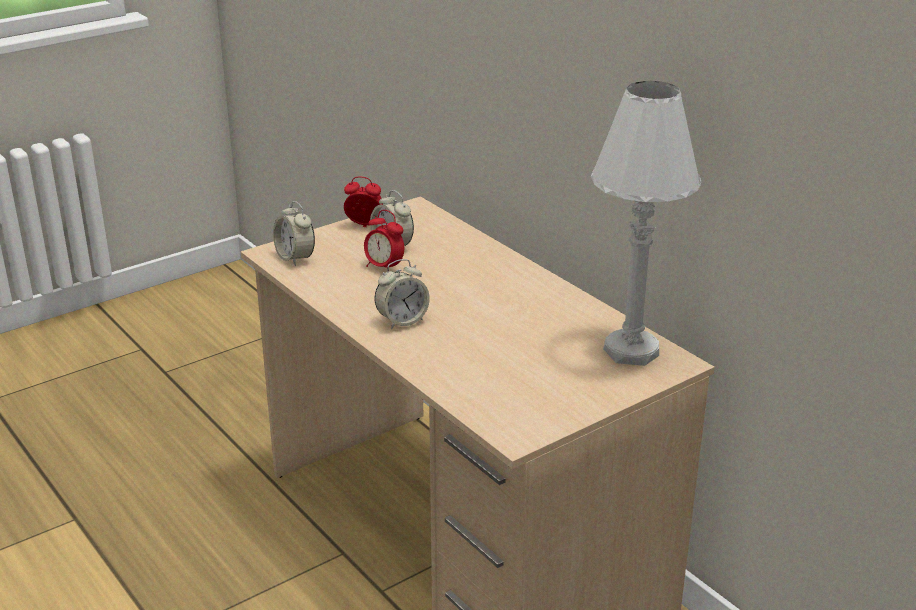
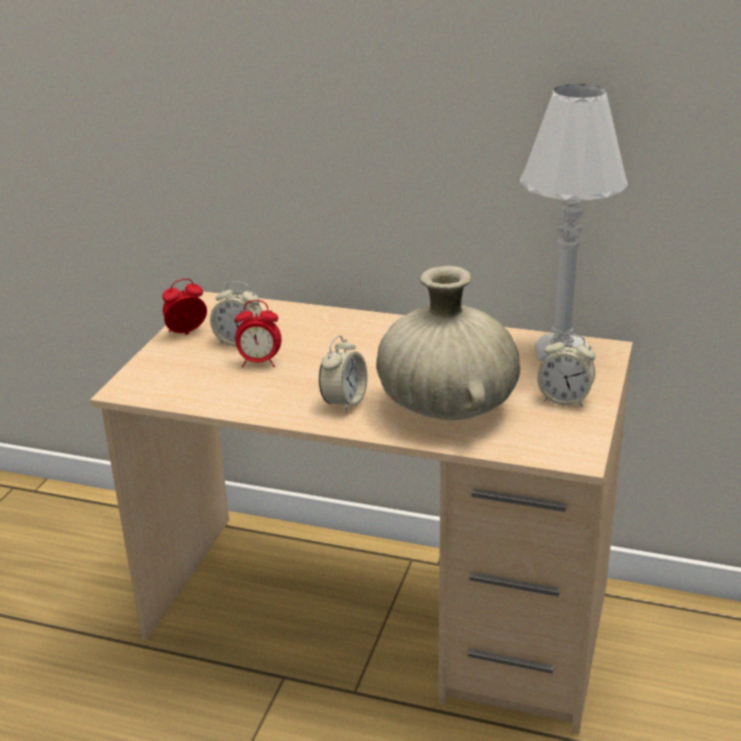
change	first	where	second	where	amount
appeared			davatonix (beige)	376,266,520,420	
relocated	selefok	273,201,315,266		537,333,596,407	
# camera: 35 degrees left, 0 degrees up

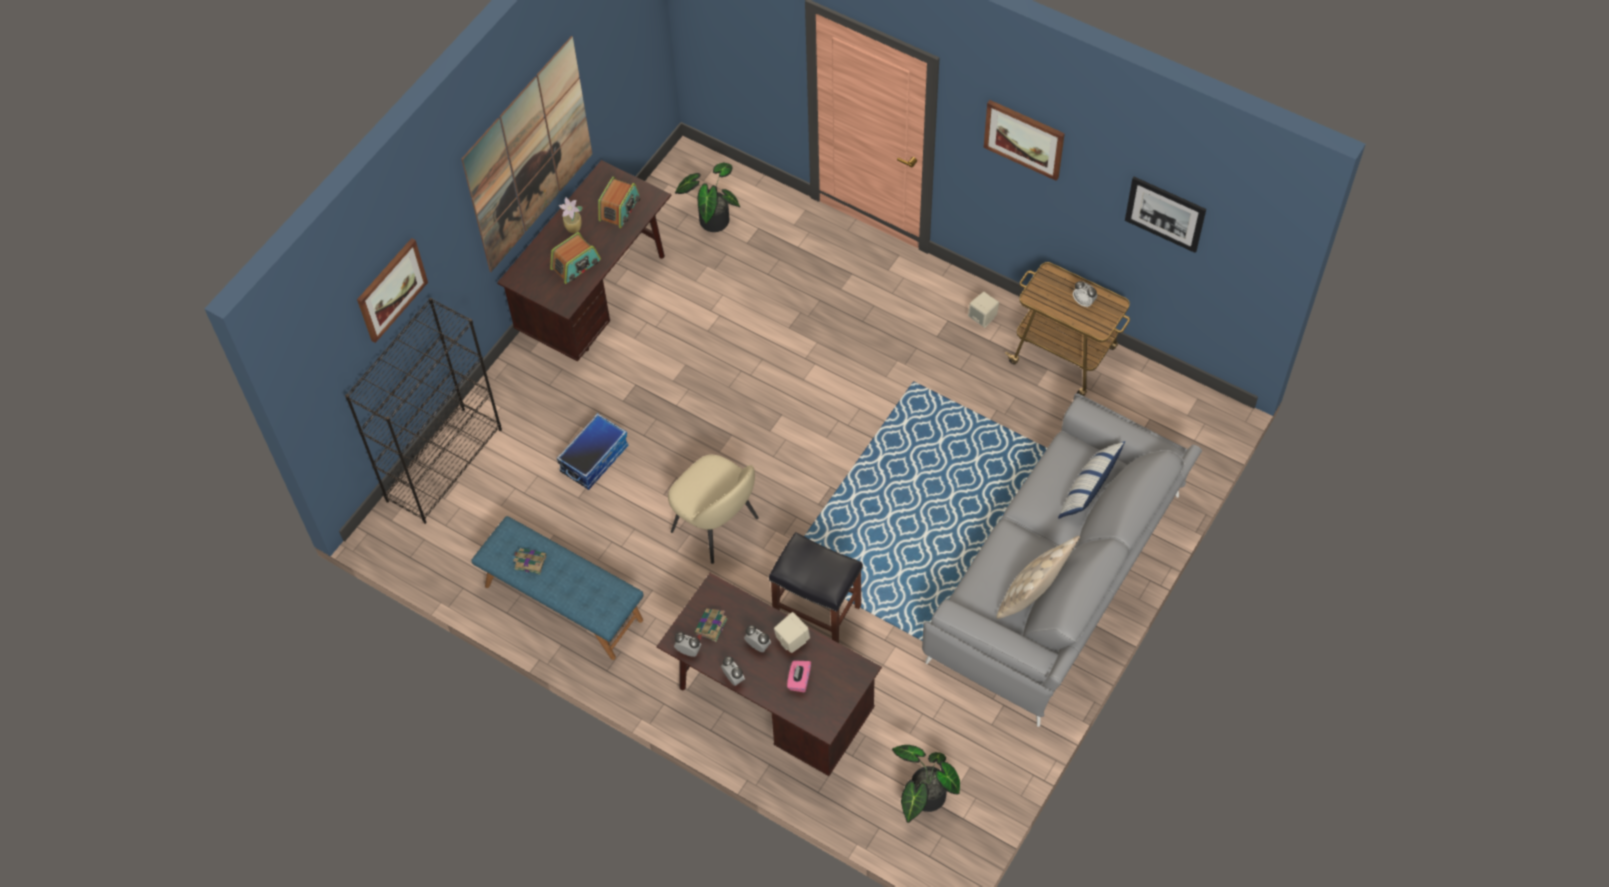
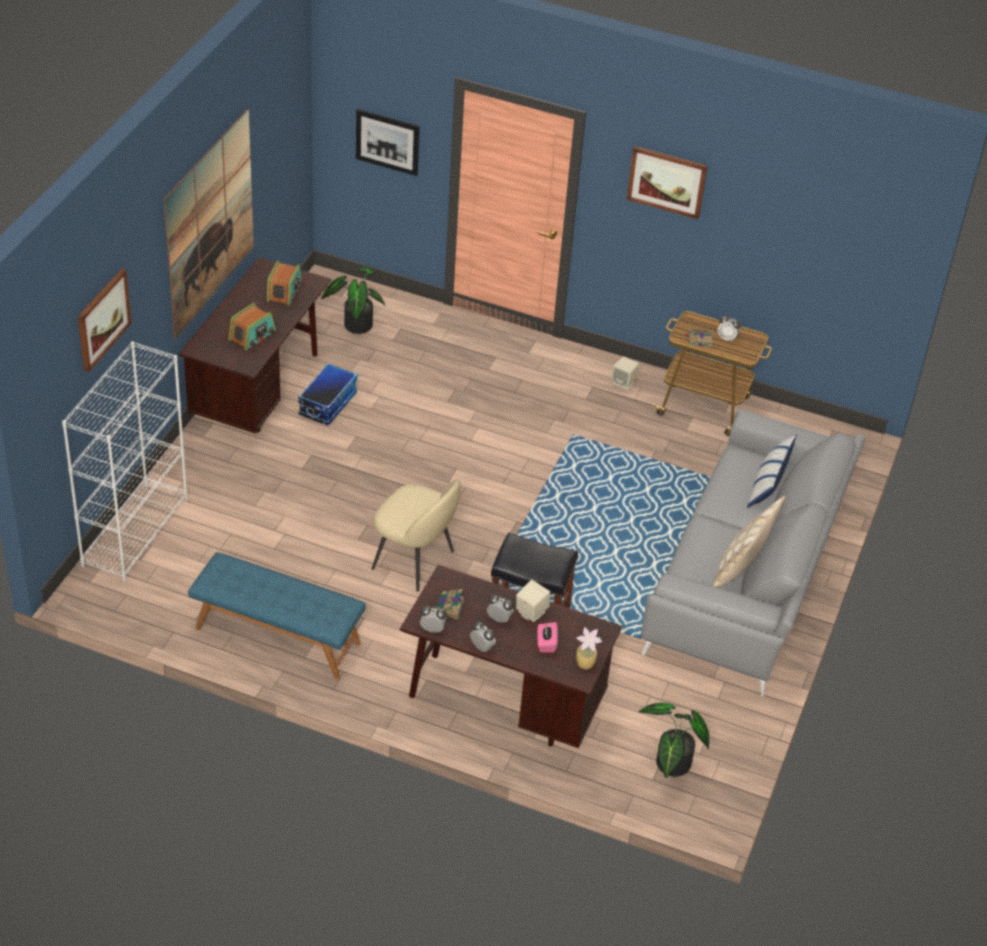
change	first	where	second	where	amount
colour	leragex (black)	345,298,502,524	leragex (white)	62,341,187,582	
relocated	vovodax	556,413,628,490		298,363,358,426	
relocated	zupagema	1125,177,1206,253		356,109,419,176	
relocated	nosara	559,197,583,233		576,627,603,669	
relocated	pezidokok	513,548,546,574		684,329,714,347	
# camera: 15 degrees left, 15 degrees down

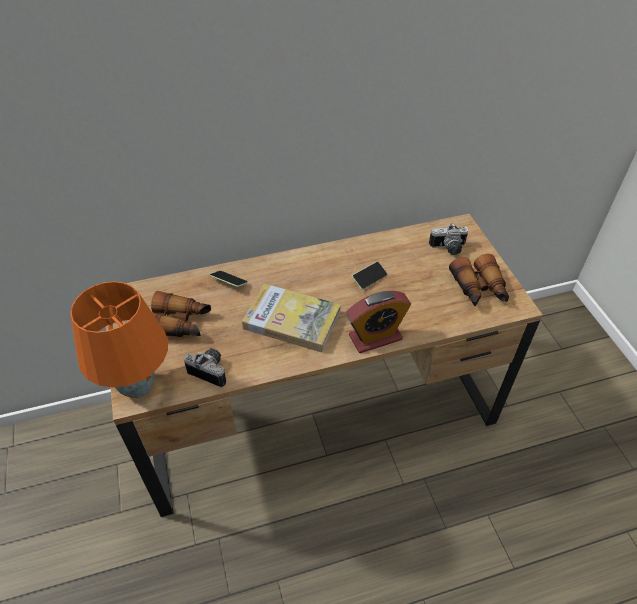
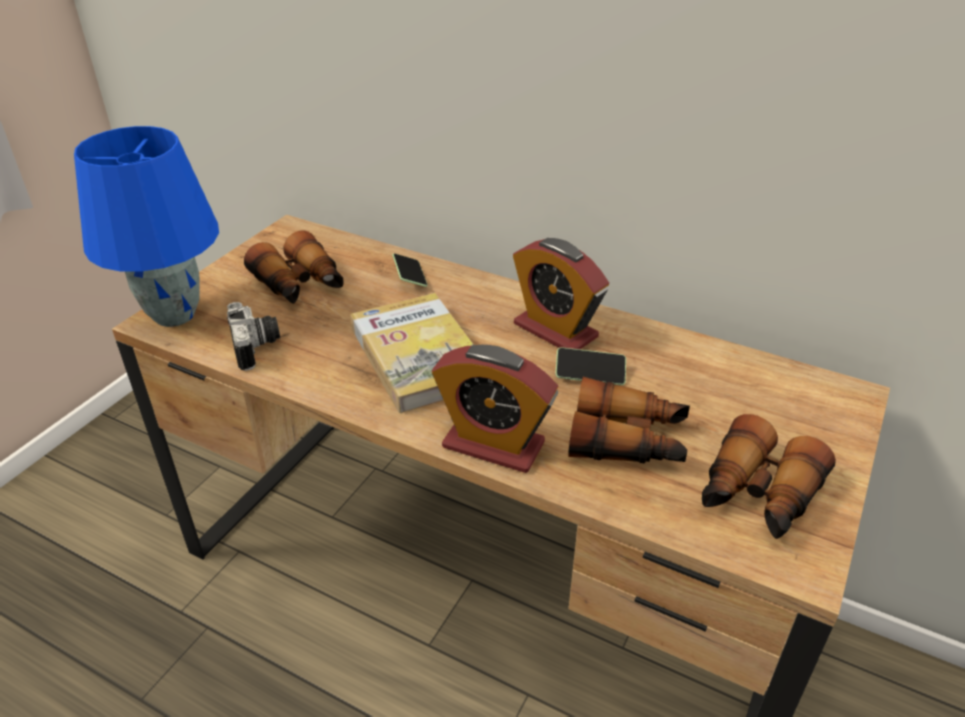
change	first	where	second	where	amount
colour	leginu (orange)	70,281,168,398	leginu (blue)	74,126,219,327	
appeared			selefok	513,238,609,349	
appeared			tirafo	568,377,690,463	
missing	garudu	429,223,468,255			
# camera: 45 degrees right, 10 degrees down

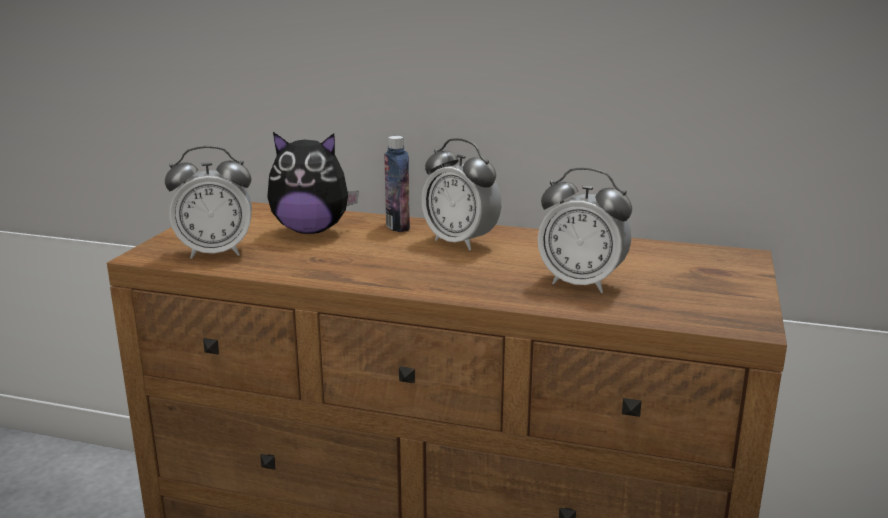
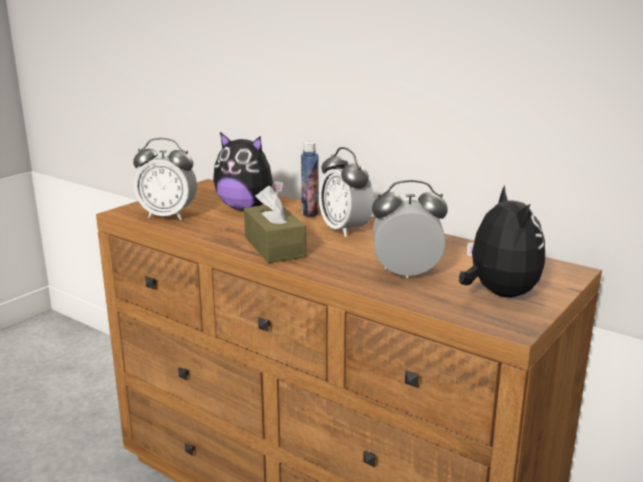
change	first	where	second	where	amount
appeared			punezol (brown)	244,186,306,263	
spun	selefok	538,167,632,293		372,180,448,278	135 degrees clockwise
appeared			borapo	459,185,545,298	
# camera: 20 degrees right, 0 degrees up

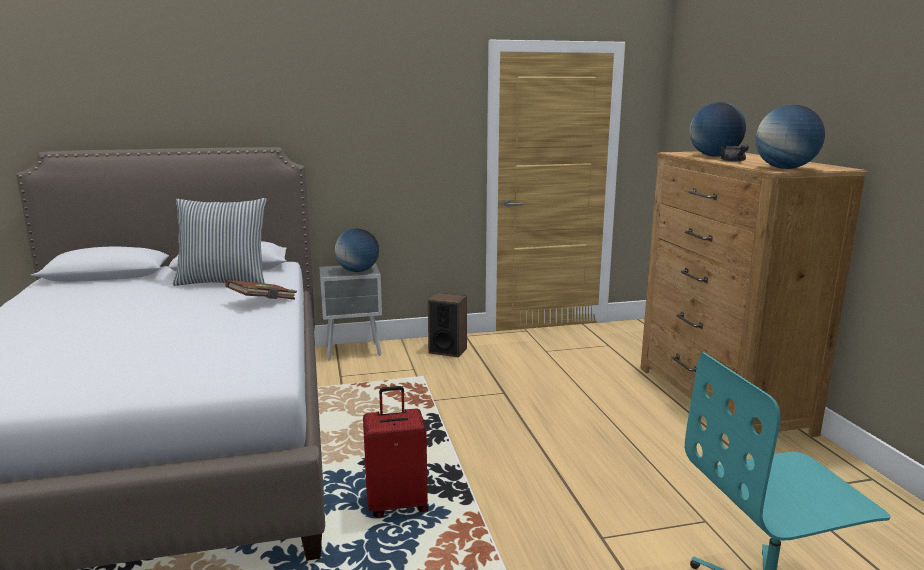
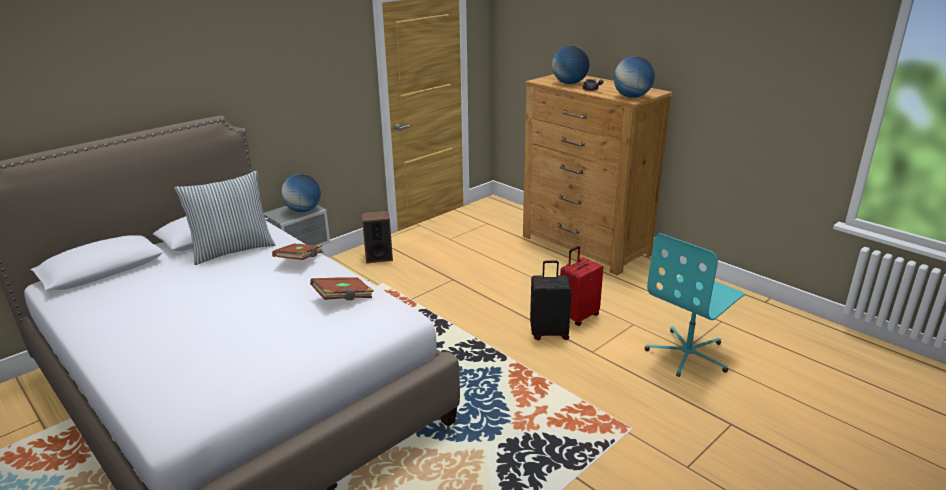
change	first	where	second	where	amount
appeared			pezidokok (brown)	310,277,374,300	
appeared			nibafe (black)	530,260,572,340	
relocated	nibafe (red)	363,386,429,517		560,246,603,326	
# camera: 30 degrees left, 10 degrees up

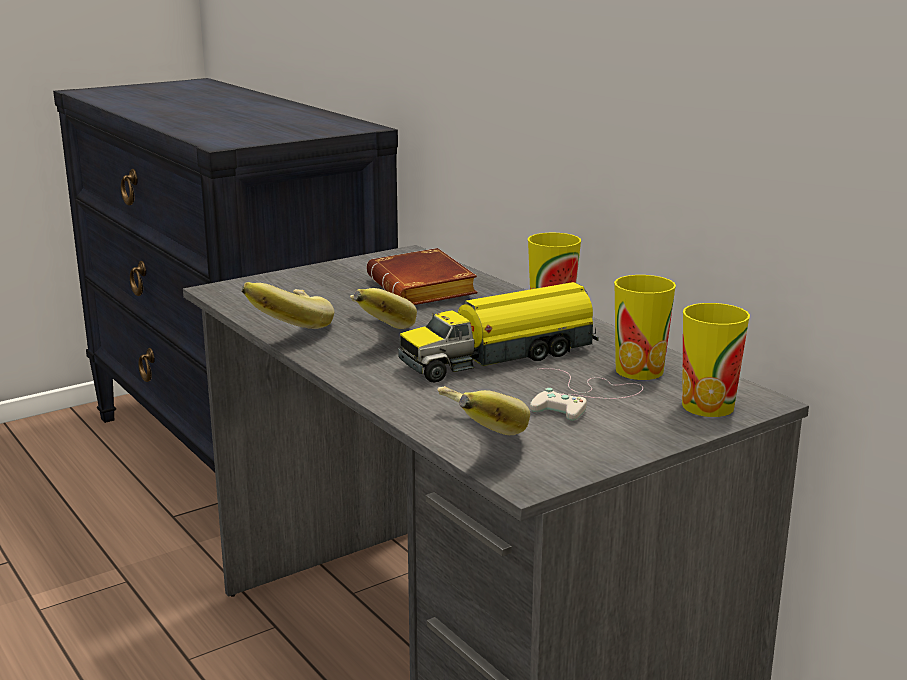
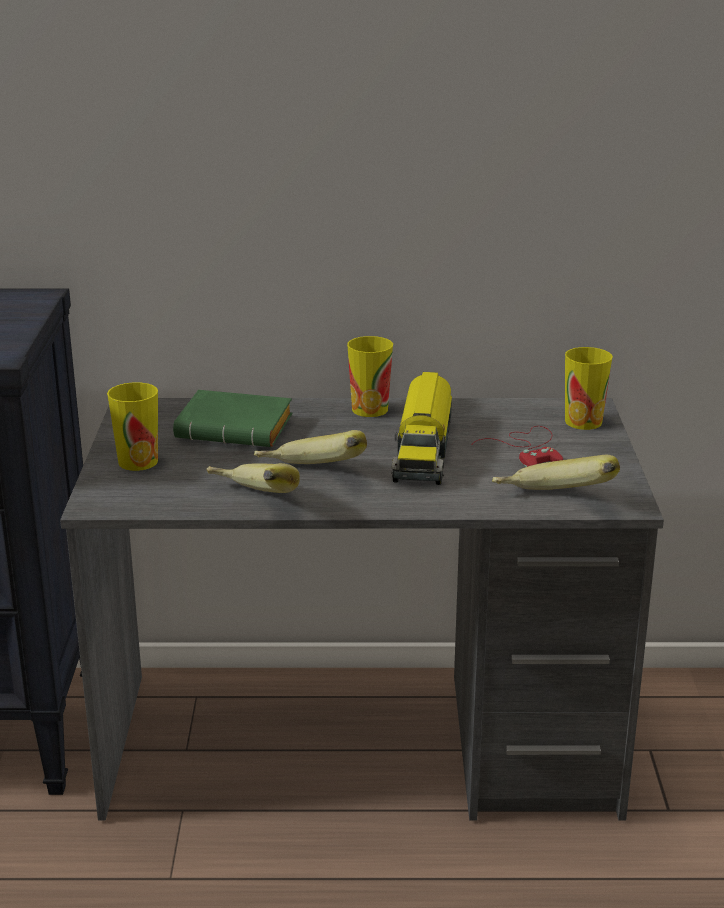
change	first	where	second	where	amount
relocated	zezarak	614,275,676,380		107,382,158,471	
colour	pezidokok (brown)	367,248,478,305	pezidokok (green)	173,390,292,447	
colour	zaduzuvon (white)	530,368,643,421	zaduzuvon (red)	471,426,563,467	
# camera: 55 degrees left, 5 degrees up

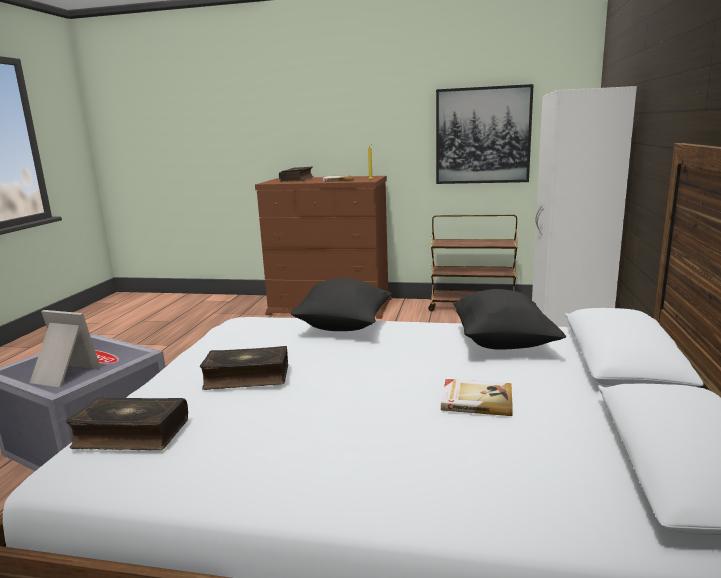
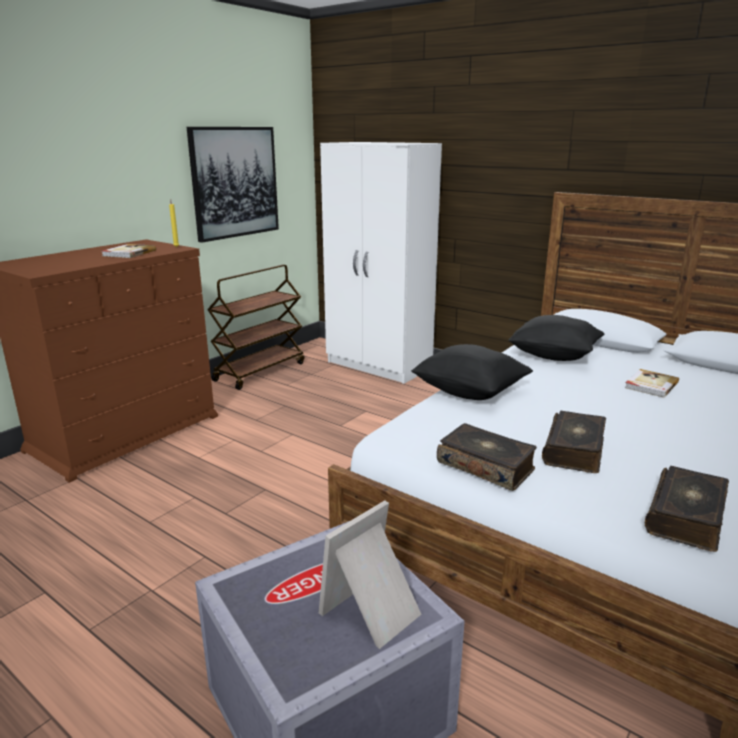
change	first	where	second	where	amount
relocated	pezidokok	279,167,314,182		437,423,537,491	
# camera: 65 degrees left, 5 degrees up

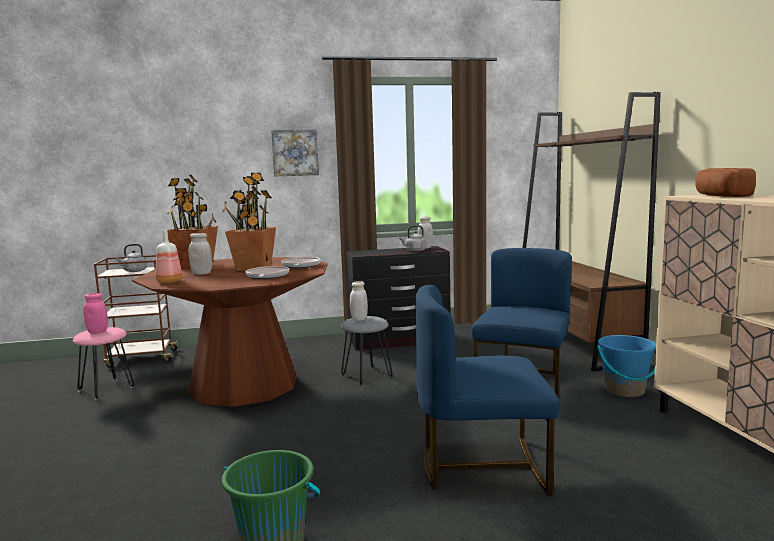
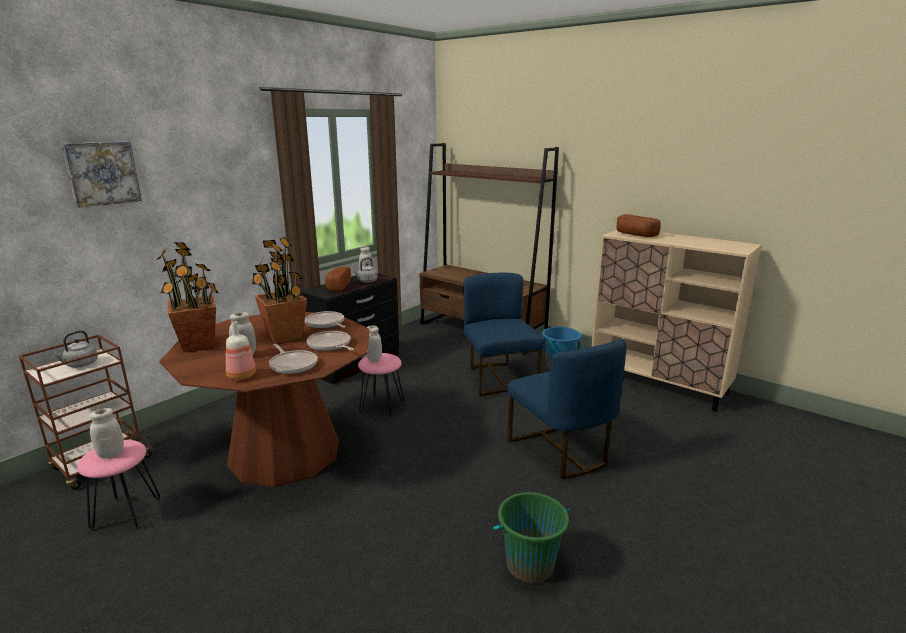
change	first	where	second	where	amount
relocated	zupagema	271,130,319,176		61,141,142,208	
colour	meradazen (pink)	83,293,108,334	meradazen (white)	89,408,124,459	
appeared			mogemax	269,344,318,374	
appeared			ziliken	325,267,351,292	
colour	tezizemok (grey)	341,316,393,386	tezizemok (pink)	358,353,404,418	
spun	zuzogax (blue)	415,285,559,496		507,339,627,479	75 degrees counterclockwise
# camera: 40 degrees left, 10 degrees up

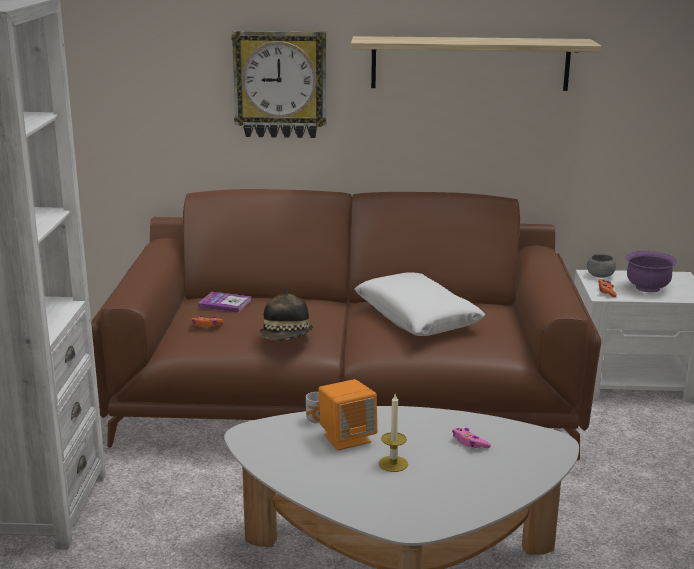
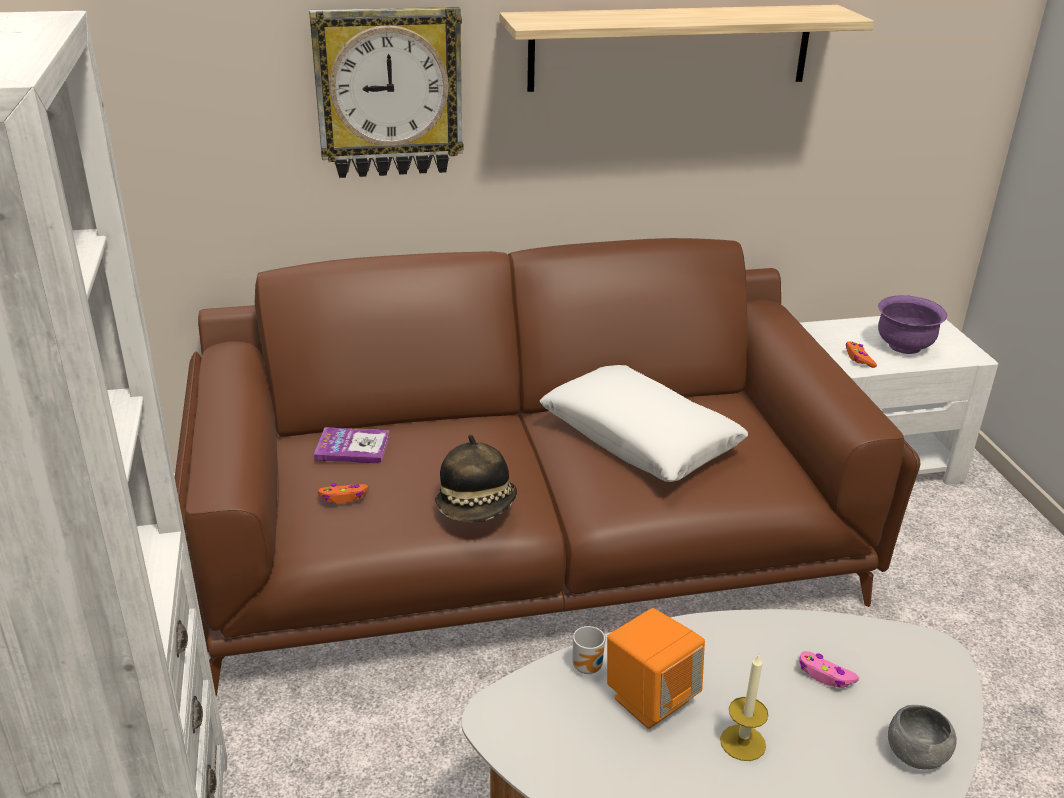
change	first	where	second	where	amount
relocated	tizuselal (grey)	587,254,616,278		888,705,957,769	
# camera: 15 degrees left, 10 degrees up

